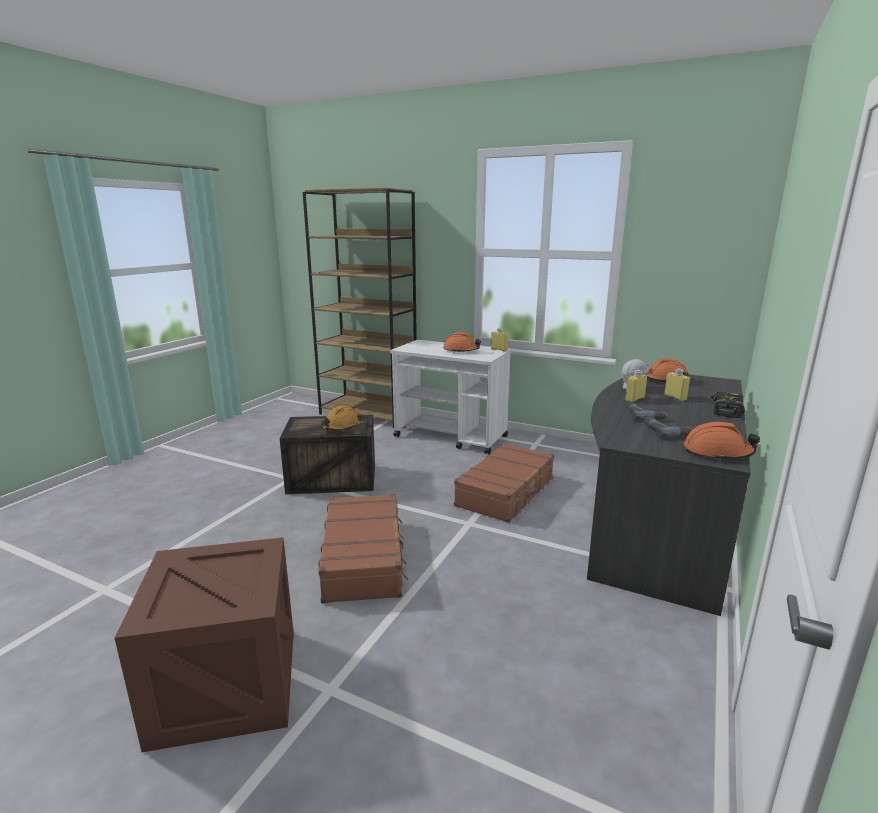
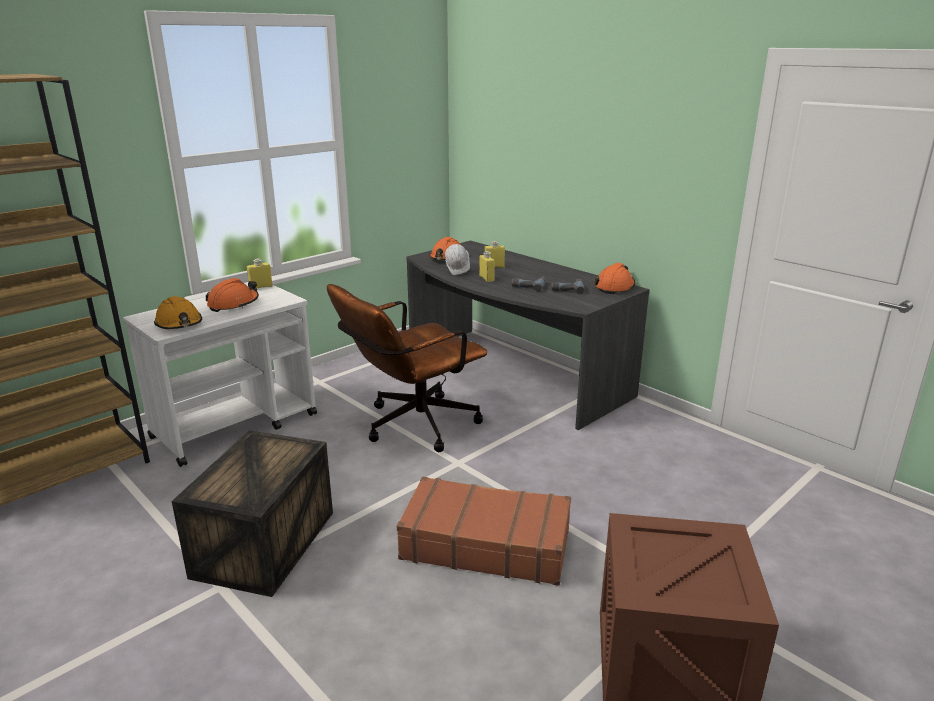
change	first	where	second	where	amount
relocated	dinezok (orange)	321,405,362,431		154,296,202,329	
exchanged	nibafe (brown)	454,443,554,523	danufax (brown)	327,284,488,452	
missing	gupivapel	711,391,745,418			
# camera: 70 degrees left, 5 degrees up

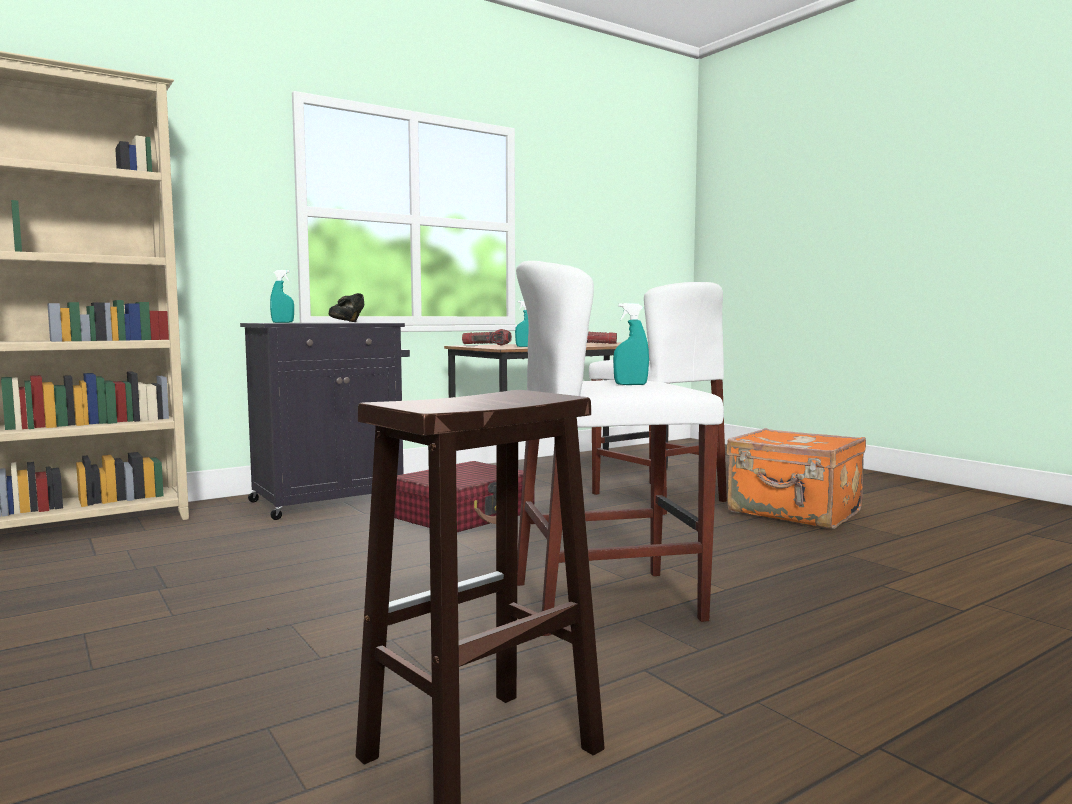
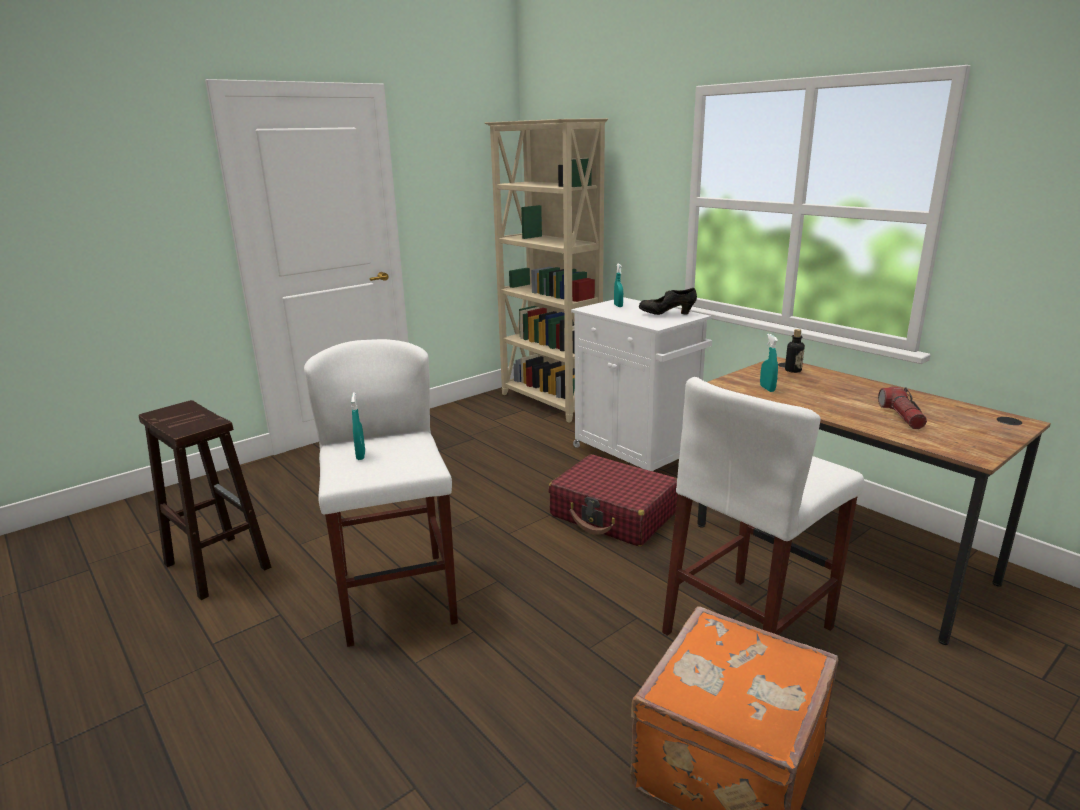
change	first	where	second	where	amount
colour	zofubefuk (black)	240,323,410,520	zofubefuk (white)	571,297,712,471	
exchanged	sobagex	462,329,512,345	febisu	785,329,805,373	
# camera: 85 degrees right, 15 degrees up

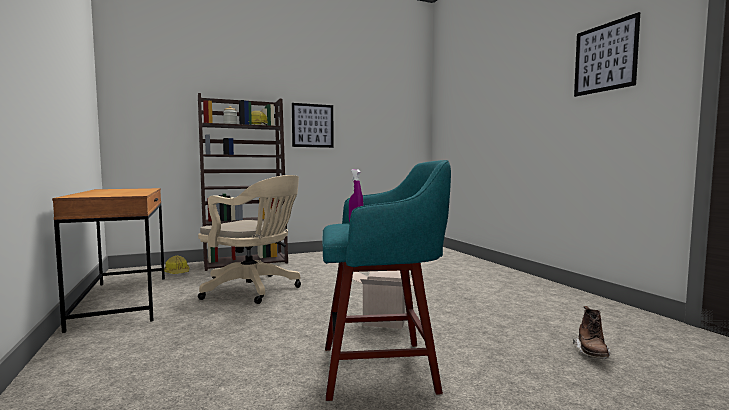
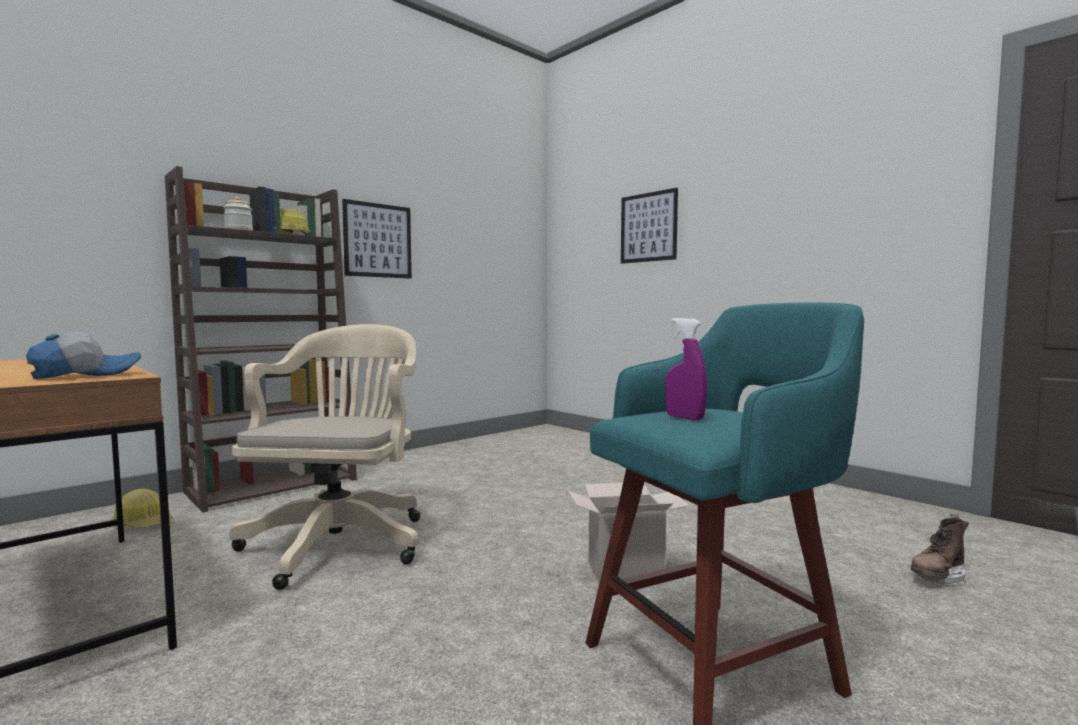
change	first	where	second	where	amount
appeared			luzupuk	26,331,141,379	
spun	danufax (beige)	198,175,301,304		229,324,420,590	90 degrees counterclockwise
relocated	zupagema	574,12,640,97		621,188,678,264	
spun	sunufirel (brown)	573,306,610,359		908,514,969,584	60 degrees clockwise
# camera: 20 degrees left, 0 degrees up

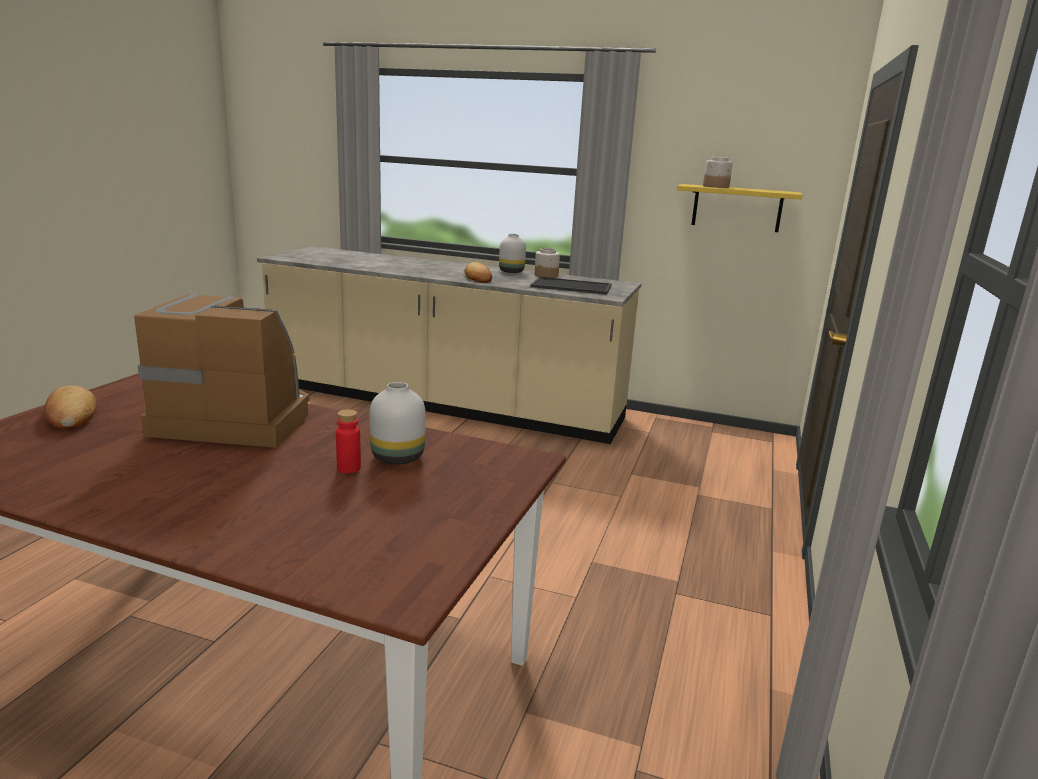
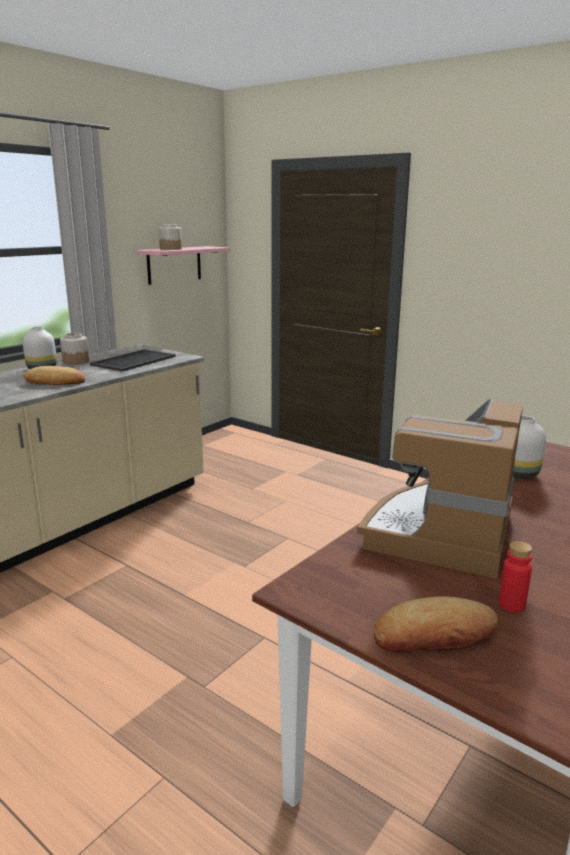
change	first	where	second	where	amount
colour	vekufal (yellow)	677,184,802,232	vekufal (pink)	136,246,230,285	
relocated	febisu (red)	336,409,361,473		499,541,532,612	
# camera: 70 degrees left, 0 degrees up

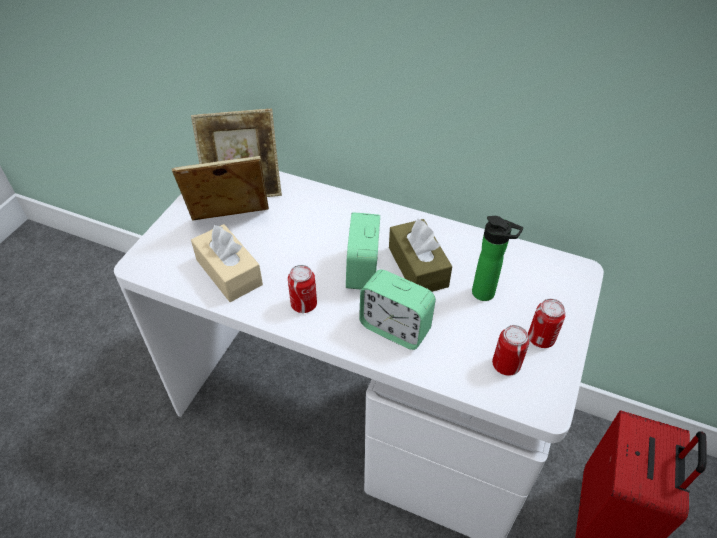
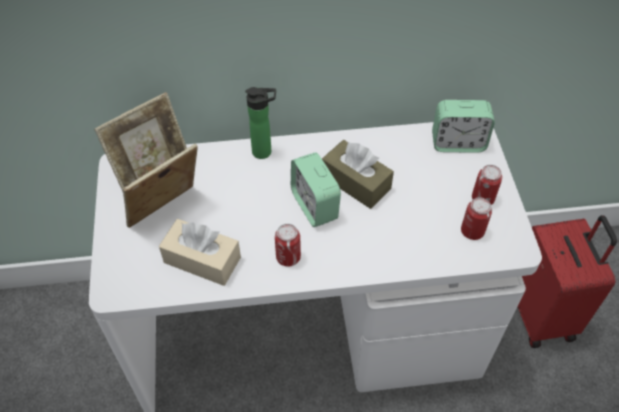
change	first	where	second	where	amount
relocated	febisu	472,216,523,301		245,87,276,159	
relocated	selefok	359,269,436,350		432,100,495,153	
# camera: 30 degrees left, 5 degrees up

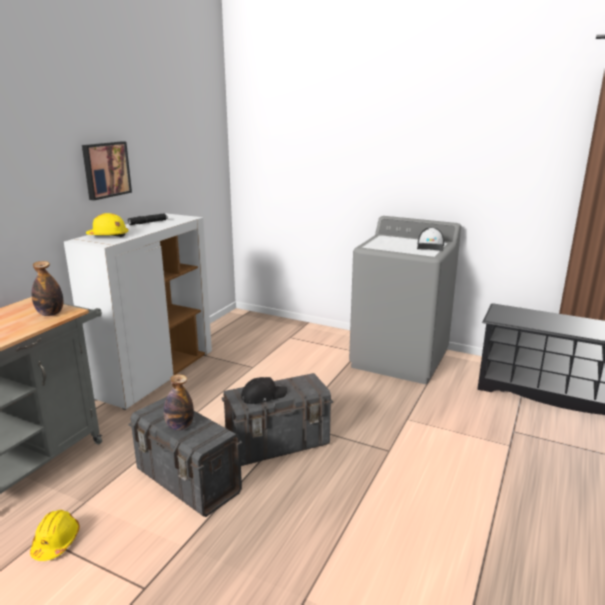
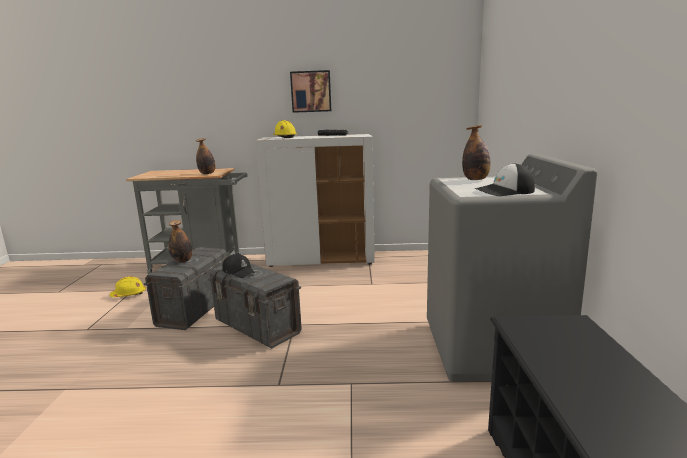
change	first	where	second	where	amount
appeared			febisu	462,125,491,180	
# camera: 65 degrees right, 5 degrees down

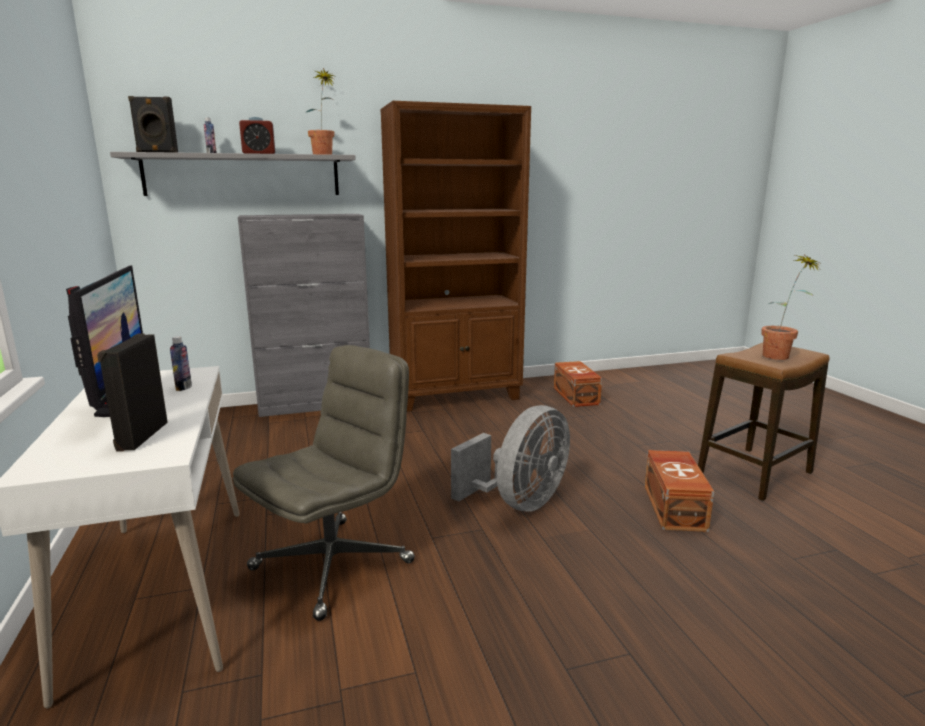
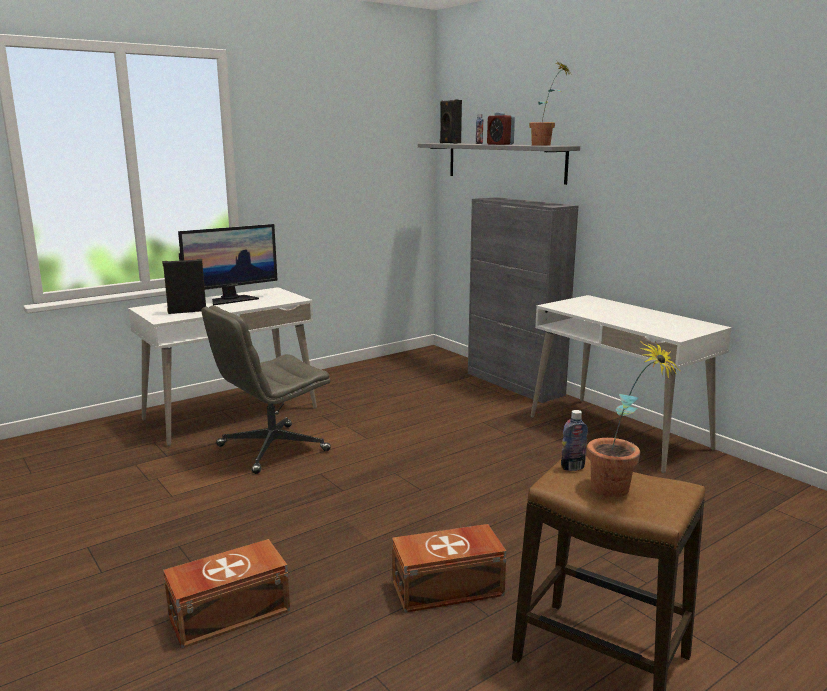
change	first	where	second	where	amount
relocated	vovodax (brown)	554,361,602,407		163,539,290,649	
spun	danufax (grey)	233,345,415,621		202,305,331,474	120 degrees clockwise
exchanged	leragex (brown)	380,101,531,411	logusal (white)	531,295,732,473	
relocated	febisu	170,336,192,391		561,410,588,471	
missing	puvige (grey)	451,405,570,512			
# camera: 70 degrees right, 0 degrees up

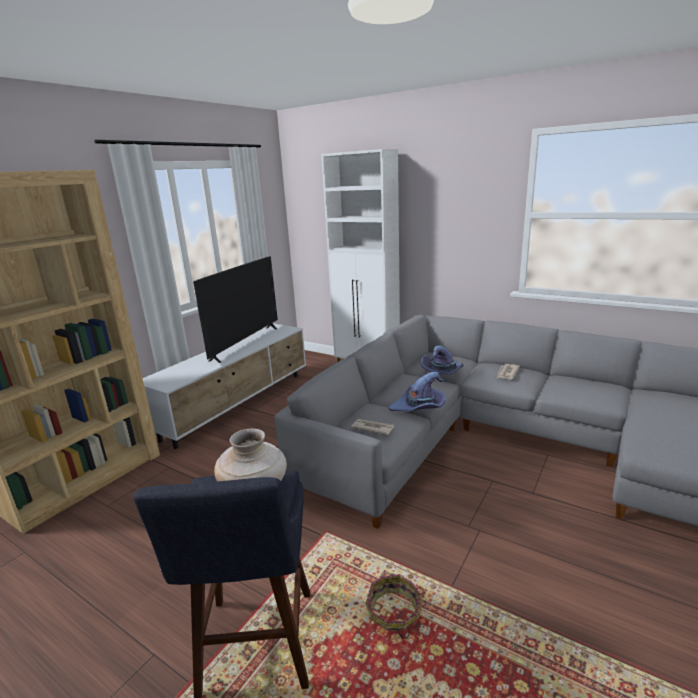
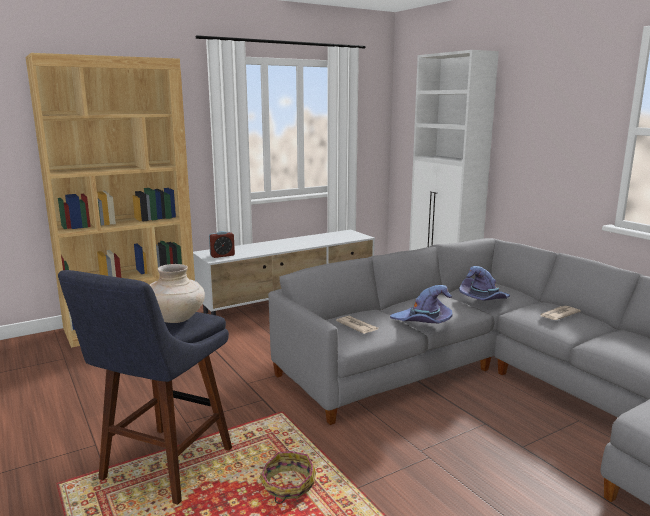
change	first	where	second	where	amount
appeared			selefok	209,231,235,258	
missing	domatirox	193,256,278,363			
# camera: 25 degrees right, 5 degrees down

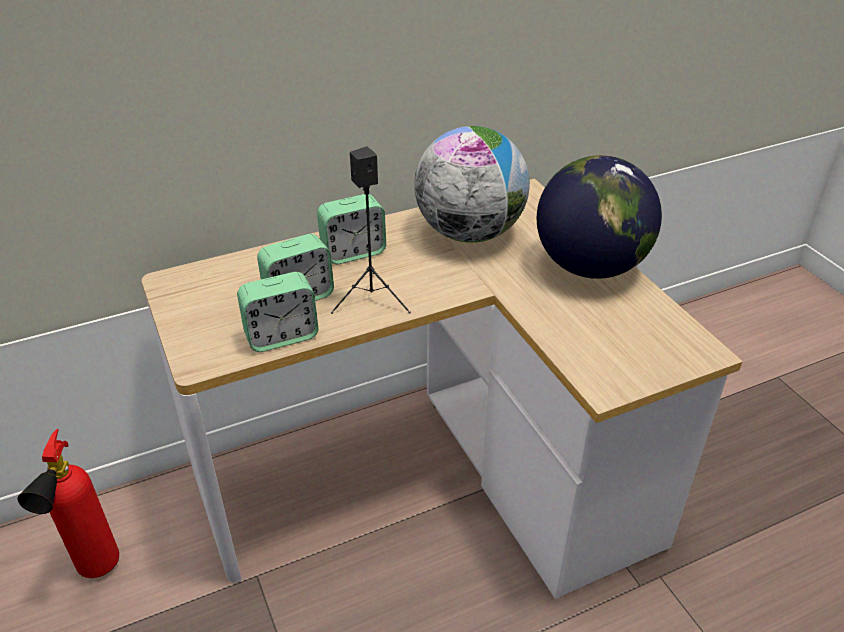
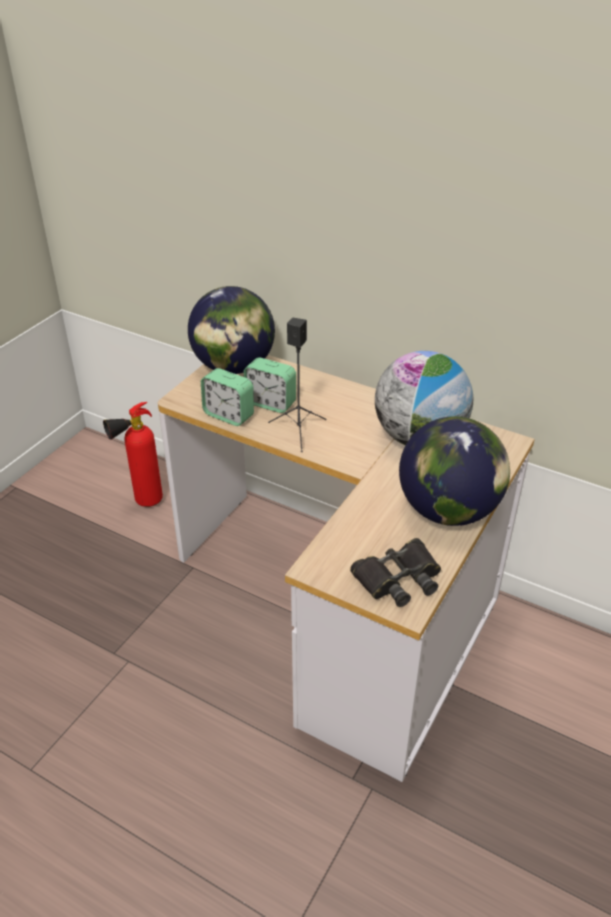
change	first	where	second	where	amount
appeared			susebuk	188,286,275,374	
appeared			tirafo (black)	350,538,441,607	
missing	selefok	317,194,386,264			
# camera: 55 degrees right, 0 degrees up

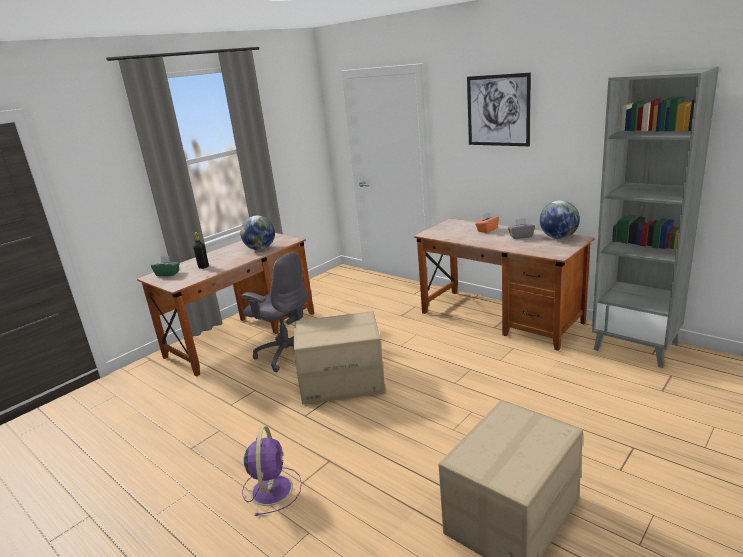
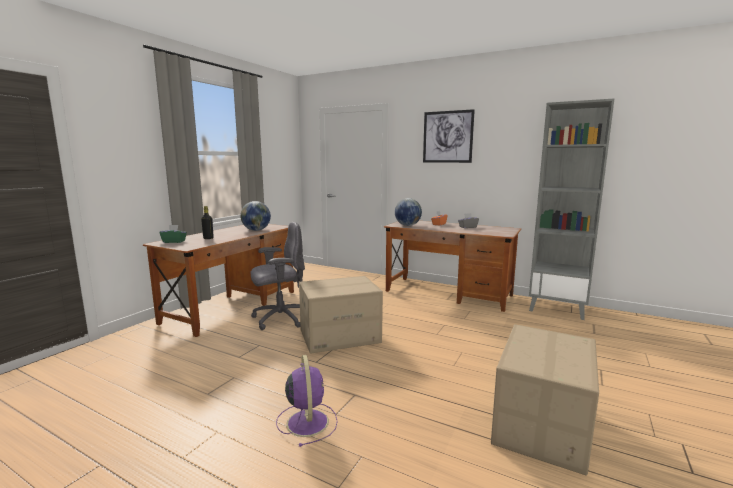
change	first	where	second	where	amount
spun	danufax (grey)	241,252,308,372		250,222,305,330	45 degrees counterclockwise
relocated	susebuk	540,200,580,239		395,198,422,226	
# camera: 15 degrees left, 10 degrees down

